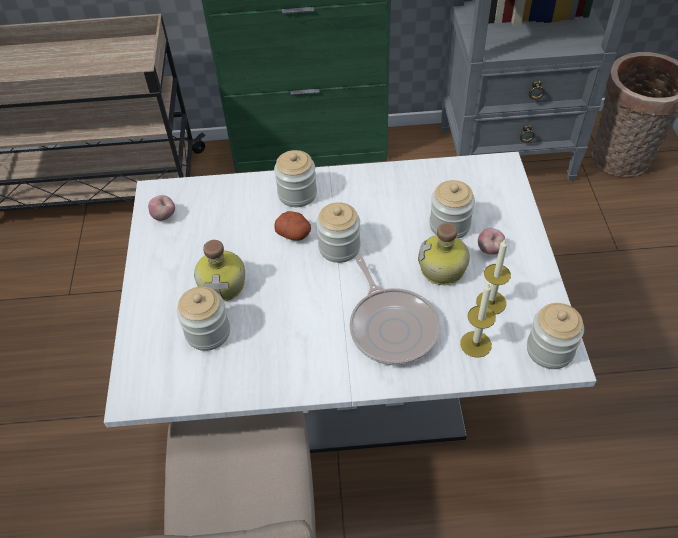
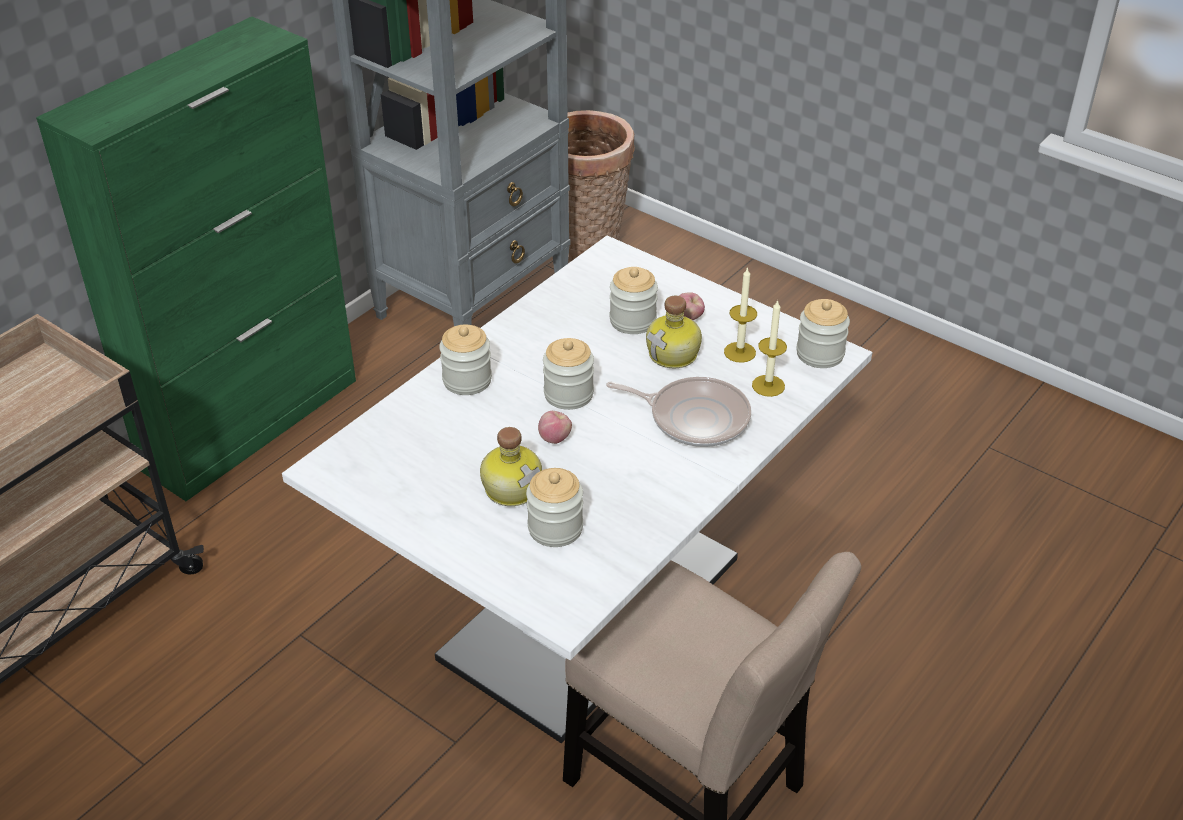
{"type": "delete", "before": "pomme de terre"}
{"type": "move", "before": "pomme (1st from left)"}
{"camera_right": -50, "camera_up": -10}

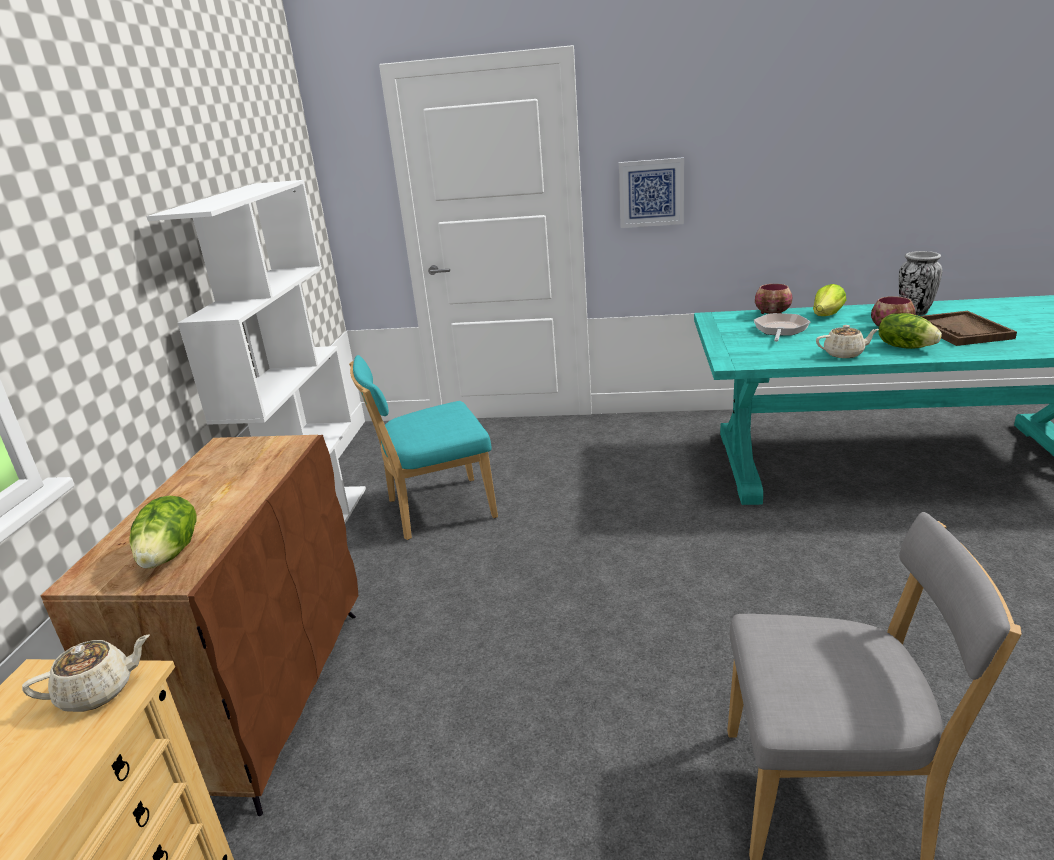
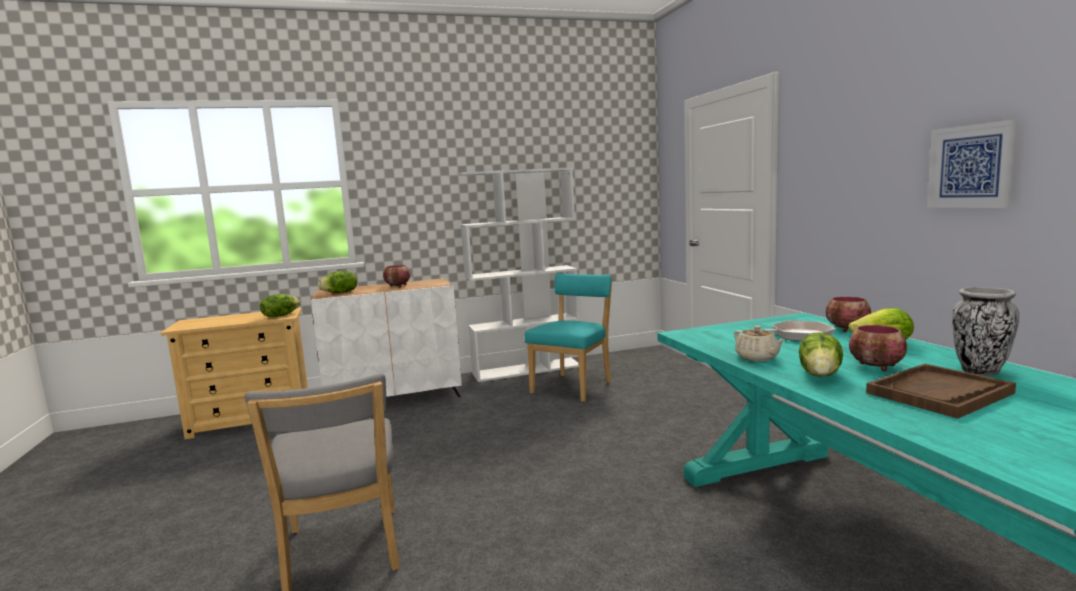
{"type": "insert", "after": "bol (1st from left)"}
{"type": "move", "before": "tableau"}
{"type": "replace", "before": "théière/beige (1st from left)", "after": "laitue (1st from left)"}
{"type": "recolor", "before": "meuble de rangement/marron", "after": "meuble de rangement/blanc"}
{"type": "rotate", "before": "chaise/turquoise", "turn": 75}
{"camera_right": 65, "camera_up": -15}

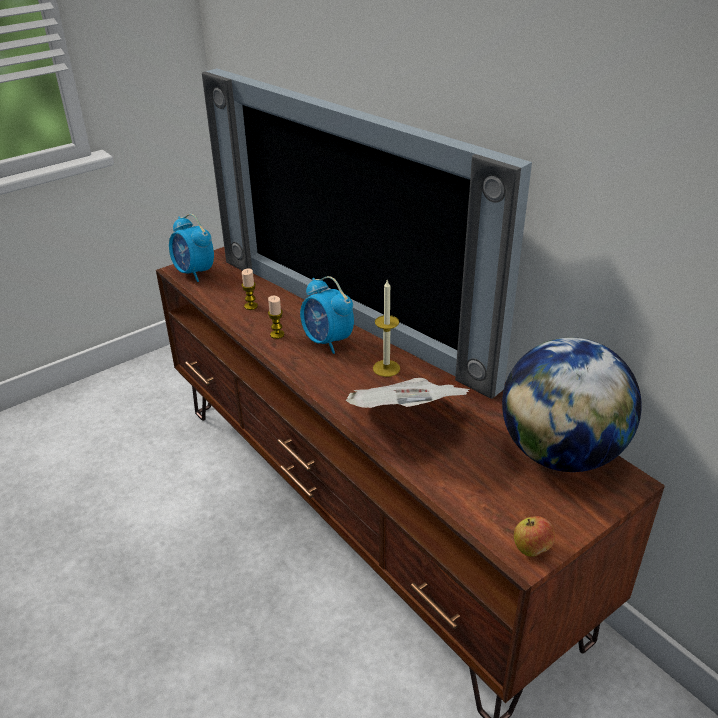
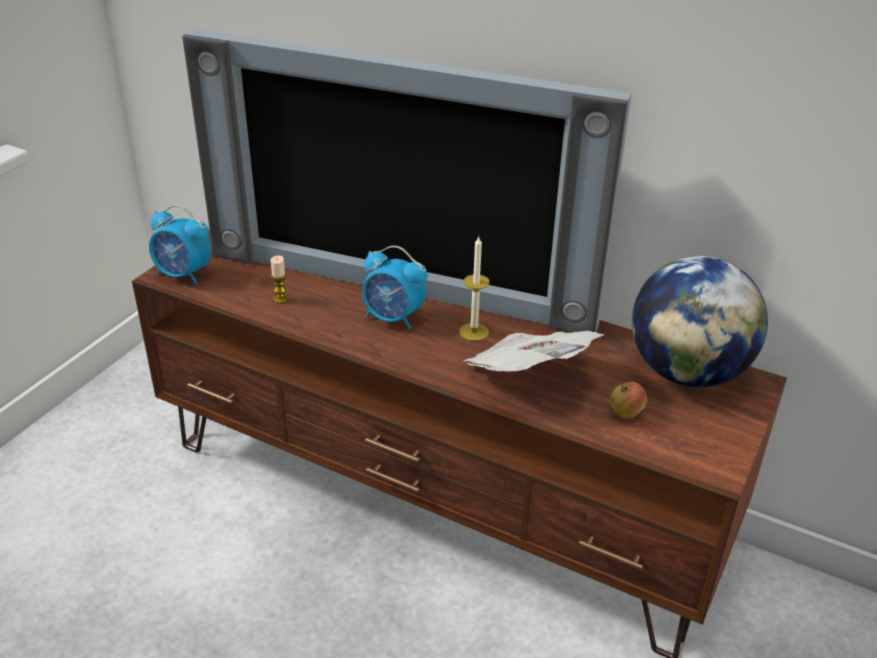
{"type": "delete", "before": "bougie (2nd from left)"}
{"type": "move", "before": "pomme"}
{"camera_right": -25, "camera_up": 0}

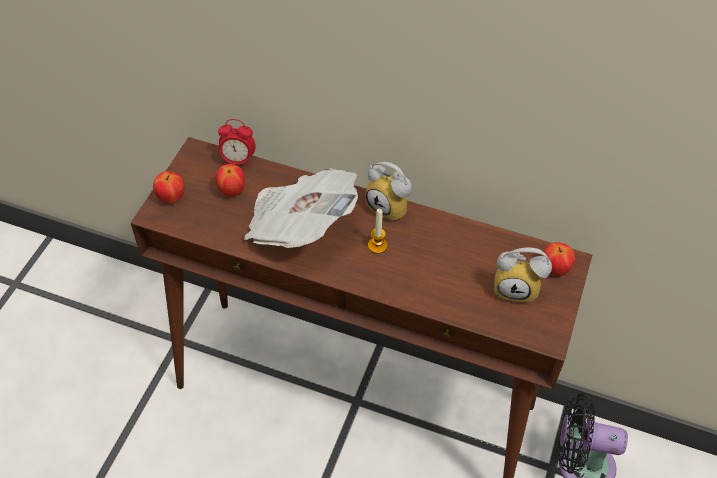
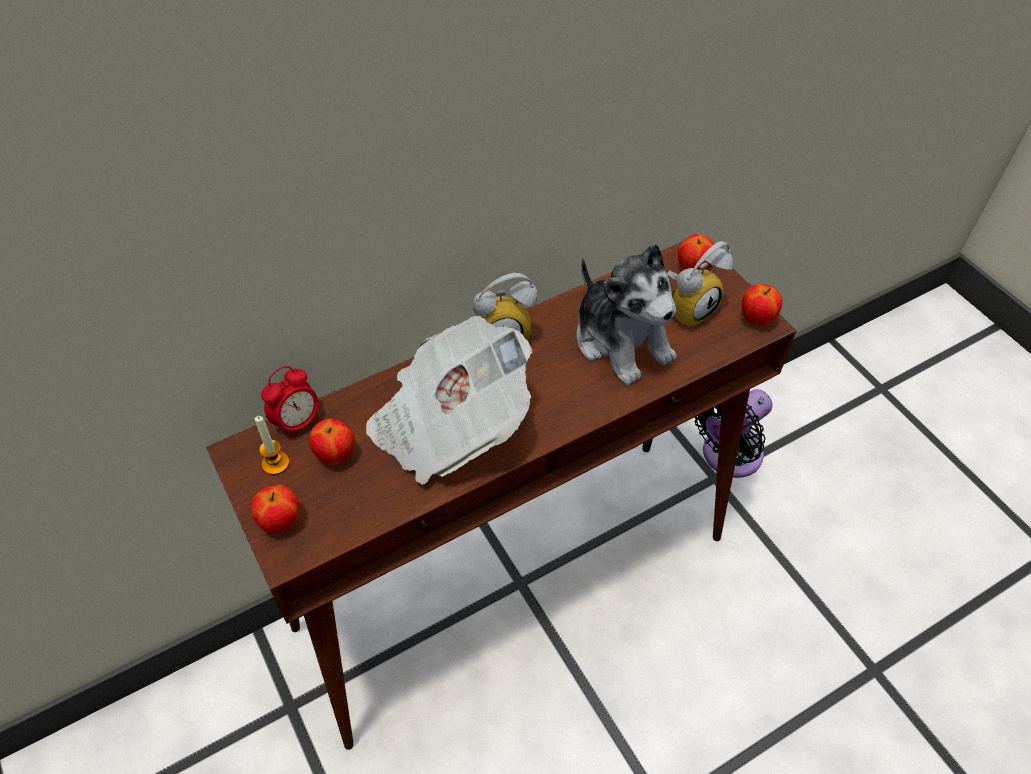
{"type": "insert", "after": "peluche"}
{"type": "insert", "after": "pomme (4th from left)"}
{"type": "move", "before": "bougie"}
{"camera_right": -50, "camera_up": 0}

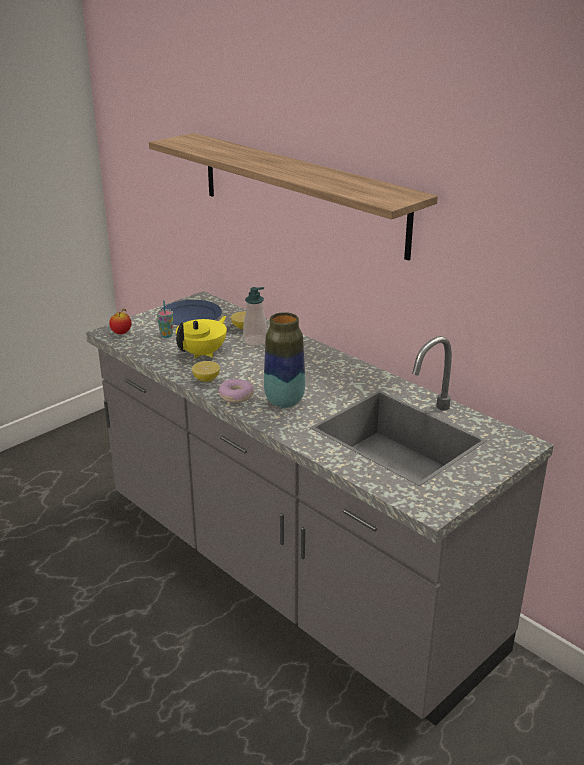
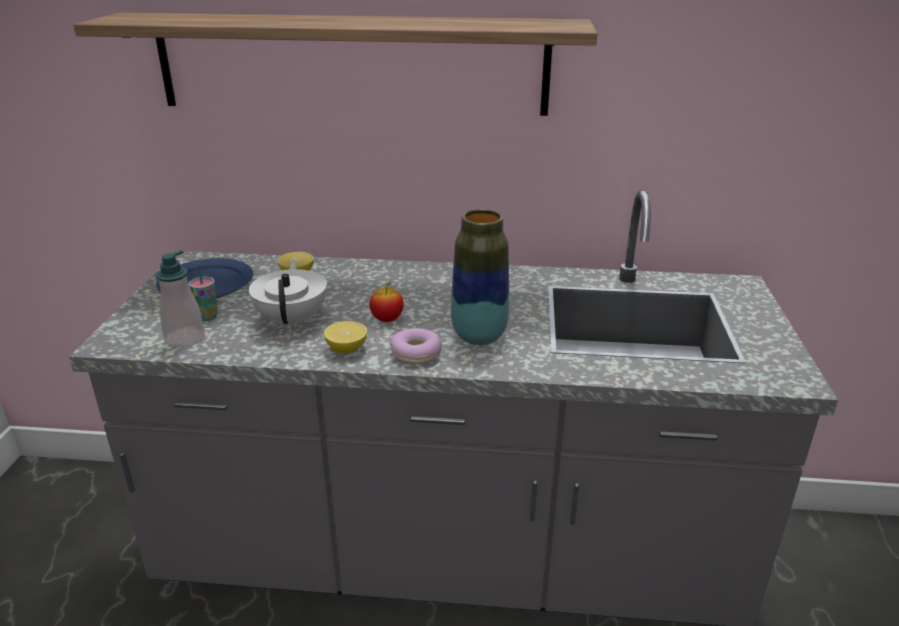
{"type": "move", "before": "pomme"}
{"type": "move", "before": "distributeur de savon"}
{"type": "recolor", "before": "théière/jaune", "after": "théière/blanc"}
{"camera_right": -40, "camera_up": 0}

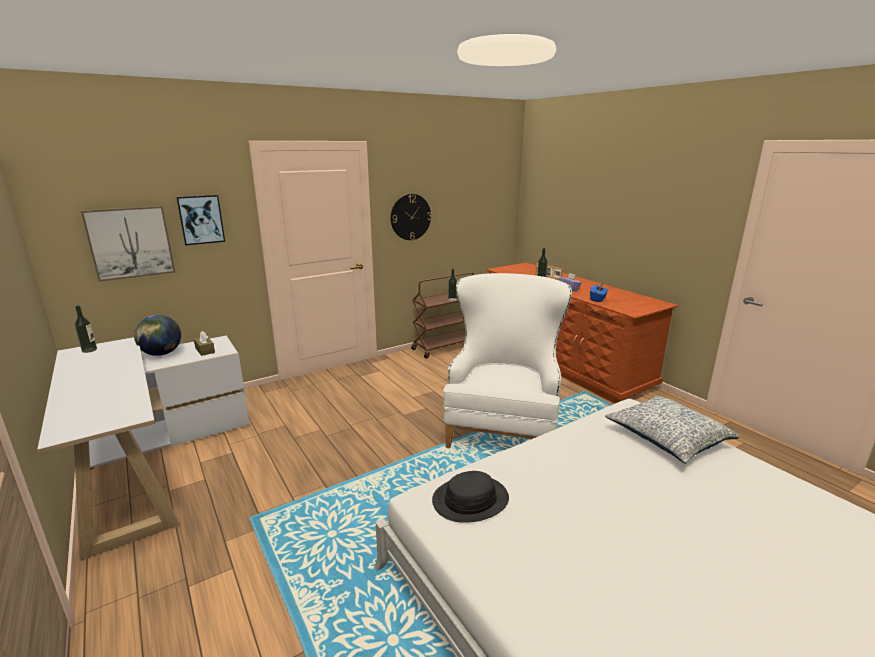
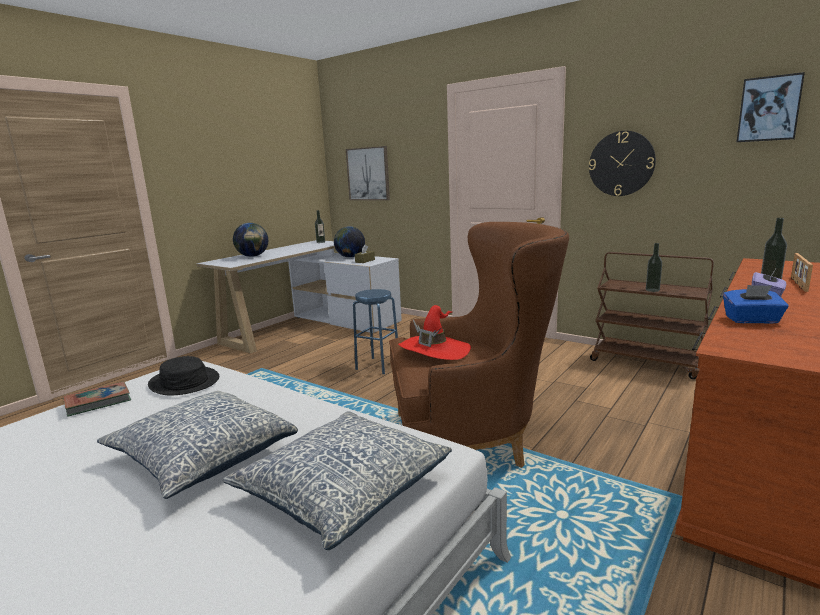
{"type": "insert", "after": "livre"}
{"type": "insert", "after": "coussin (1st from left)"}
{"type": "insert", "after": "globe (1st from left)"}
{"type": "insert", "after": "tabouret/bleu"}
{"type": "insert", "after": "chapeau/rouge"}
{"type": "move", "before": "tableau (2nd from left)"}
{"type": "recolor", "before": "fauteuil/blanc", "after": "fauteuil/marron"}
{"camera_right": 70, "camera_up": -5}

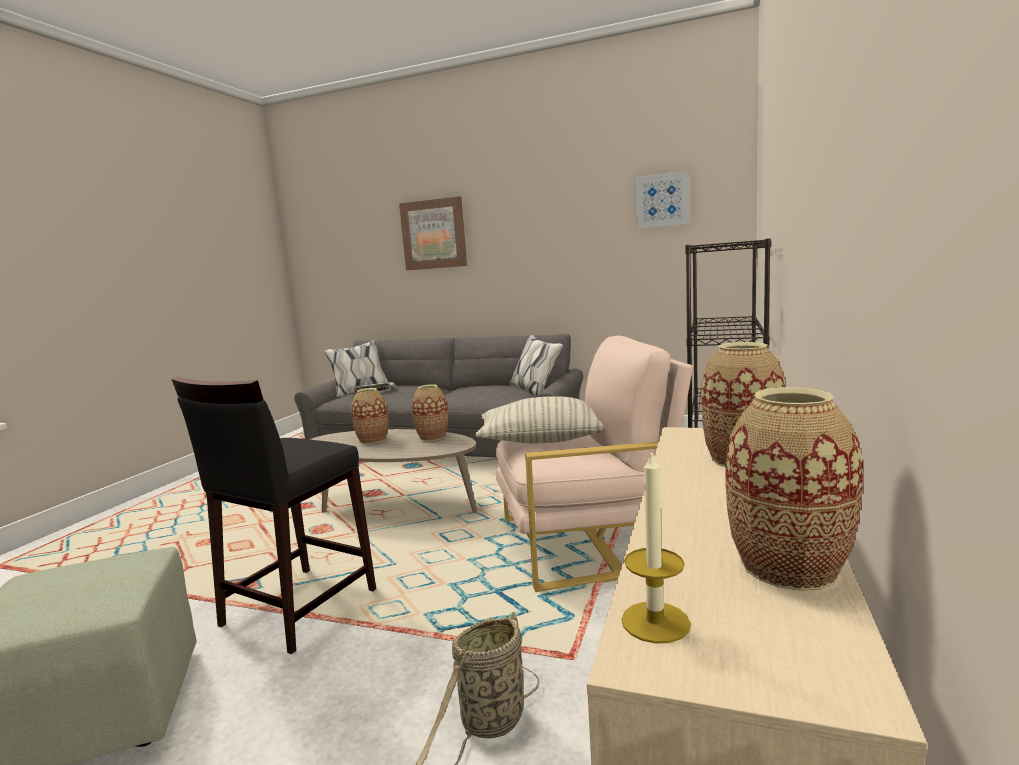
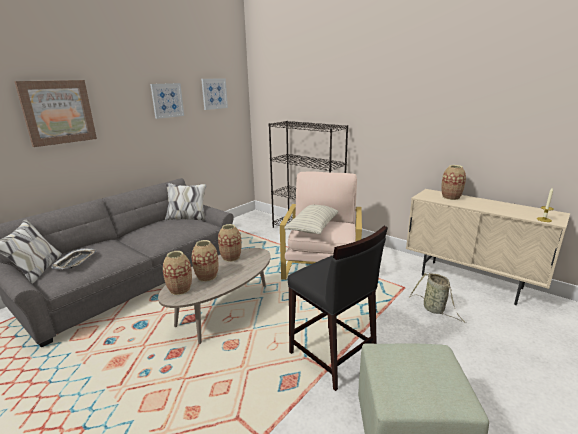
{"type": "insert", "after": "tableau (2nd from left)"}
{"type": "move", "before": "vase (4th from left in the first image)", "after": "vase (1st from left)"}
{"camera_right": -70, "camera_up": 10}

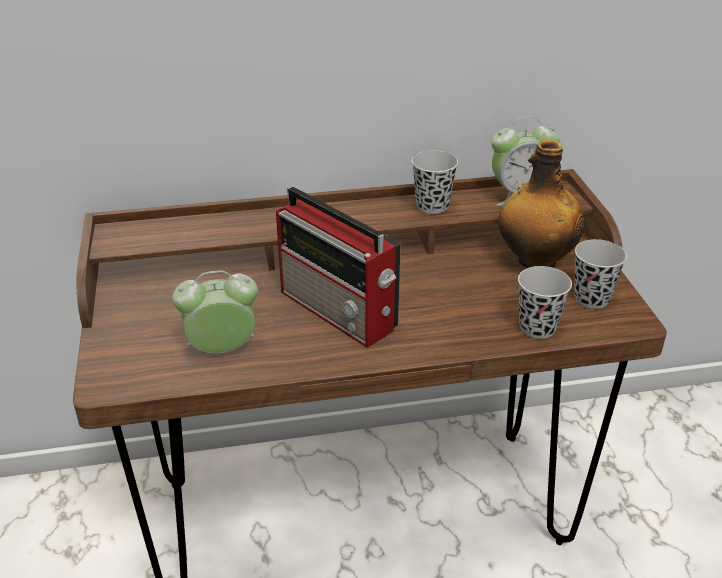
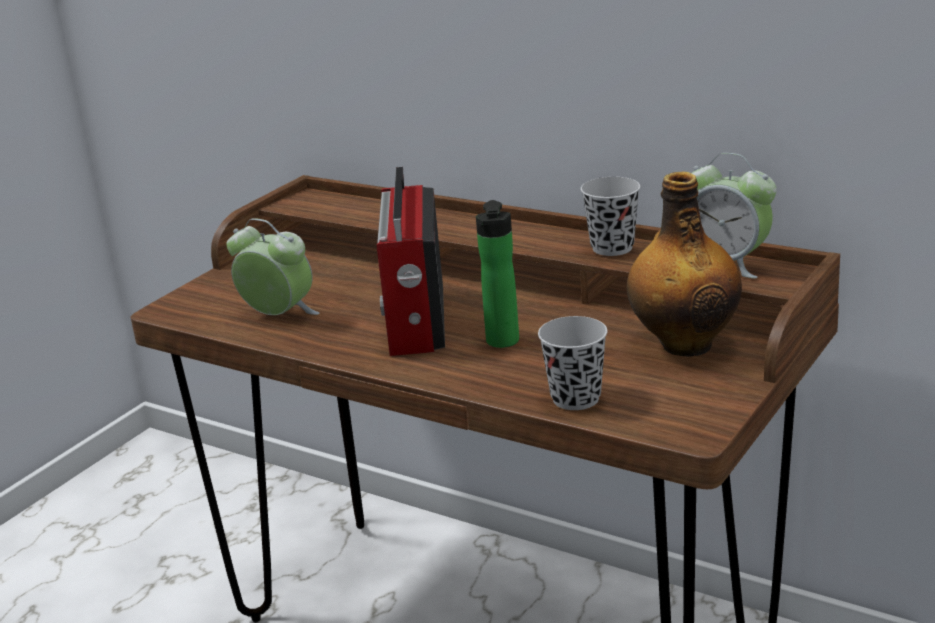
{"type": "delete", "before": "tasse/noir (3rd from left)"}
{"type": "insert", "after": "bouteille (1st from left)"}
{"camera_right": 45, "camera_up": -10}

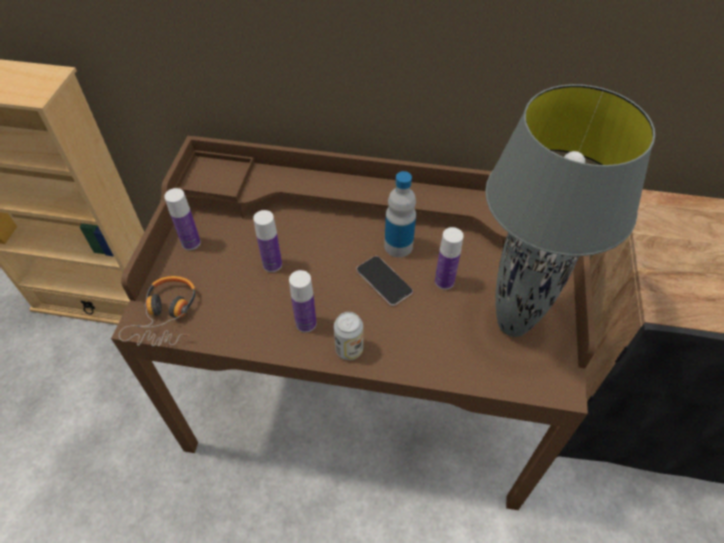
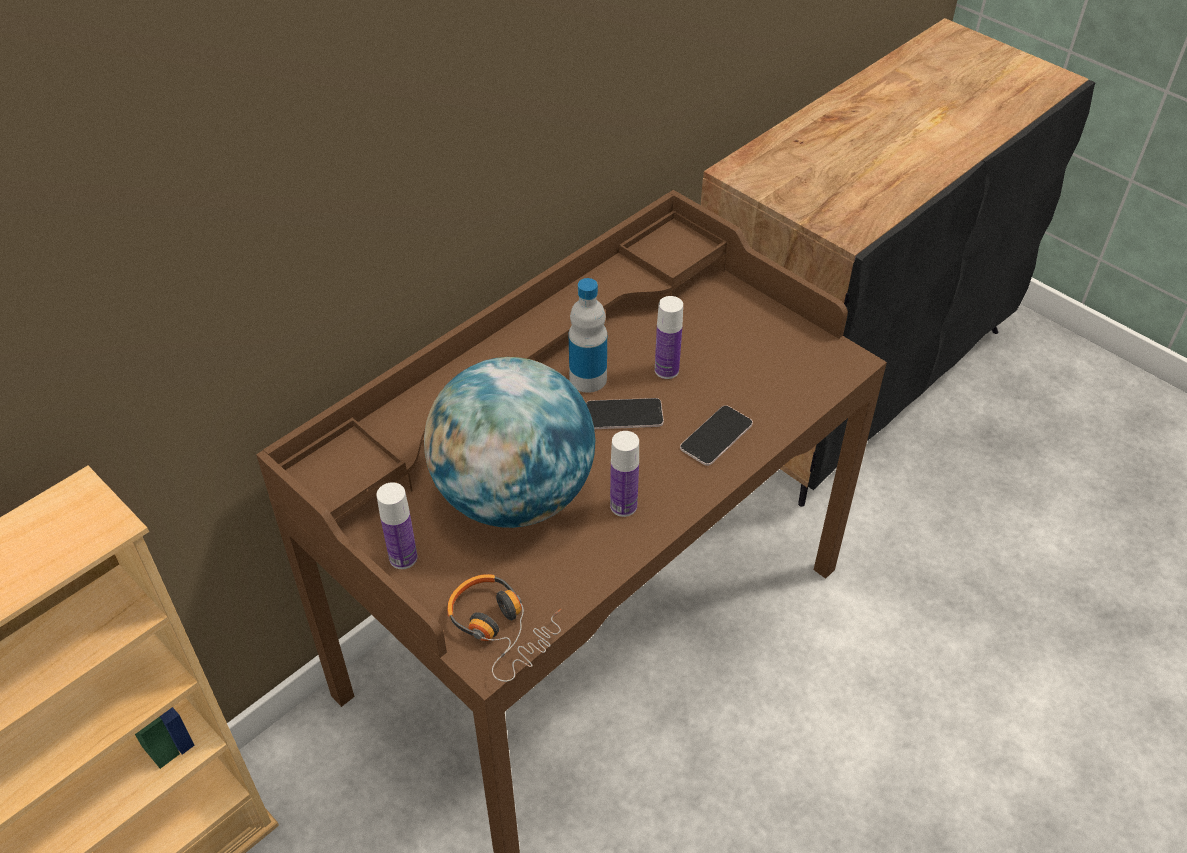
{"type": "delete", "before": "boîte métallique"}
{"type": "delete", "before": "lampe de table/gris"}
{"type": "insert", "after": "téléphone (2nd from left)"}
{"type": "replace", "before": "bouteille (2nd from left)", "after": "globe"}
{"camera_right": -55, "camera_up": -5}

